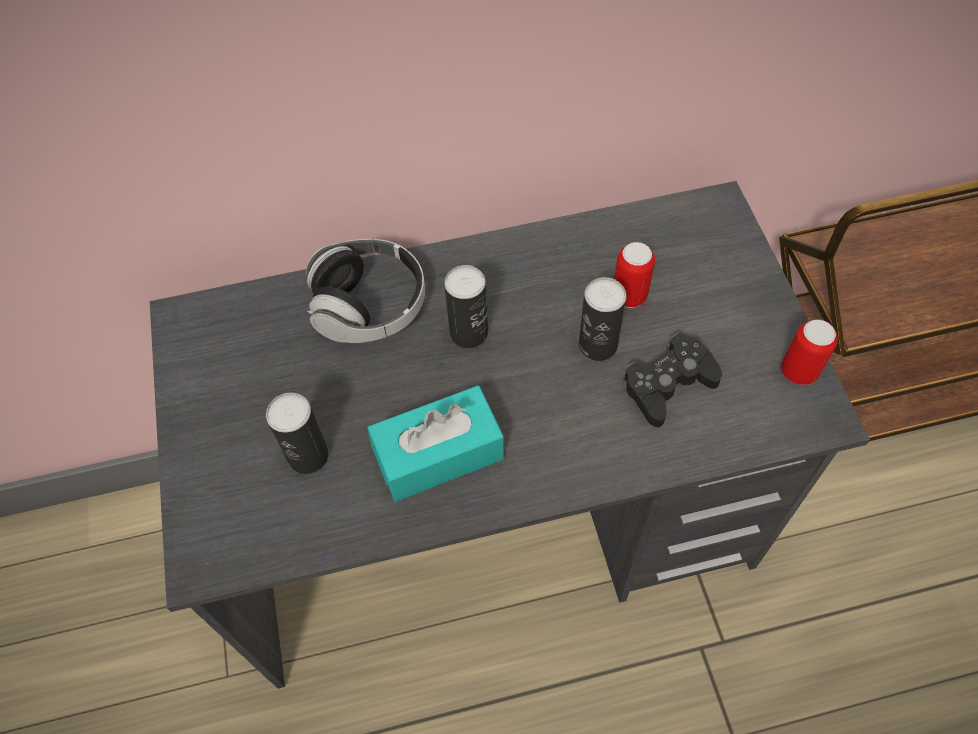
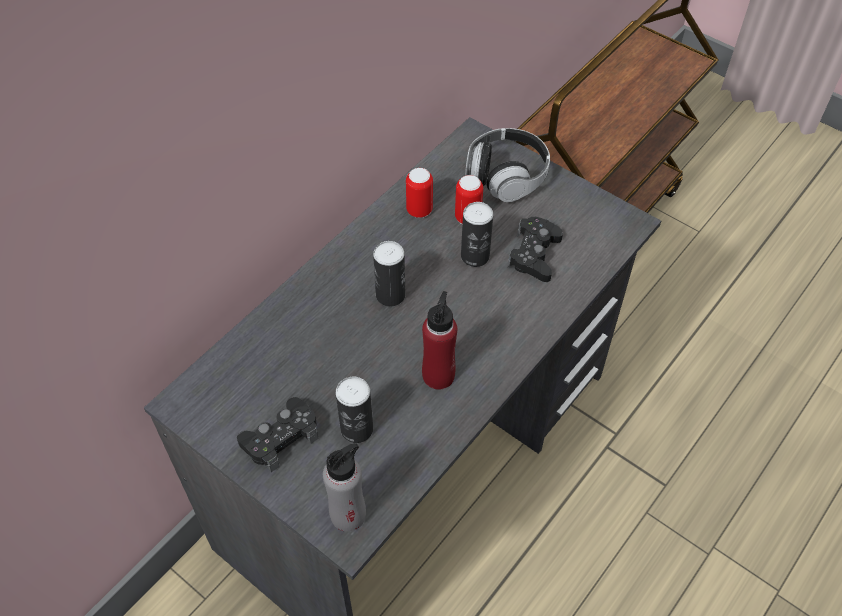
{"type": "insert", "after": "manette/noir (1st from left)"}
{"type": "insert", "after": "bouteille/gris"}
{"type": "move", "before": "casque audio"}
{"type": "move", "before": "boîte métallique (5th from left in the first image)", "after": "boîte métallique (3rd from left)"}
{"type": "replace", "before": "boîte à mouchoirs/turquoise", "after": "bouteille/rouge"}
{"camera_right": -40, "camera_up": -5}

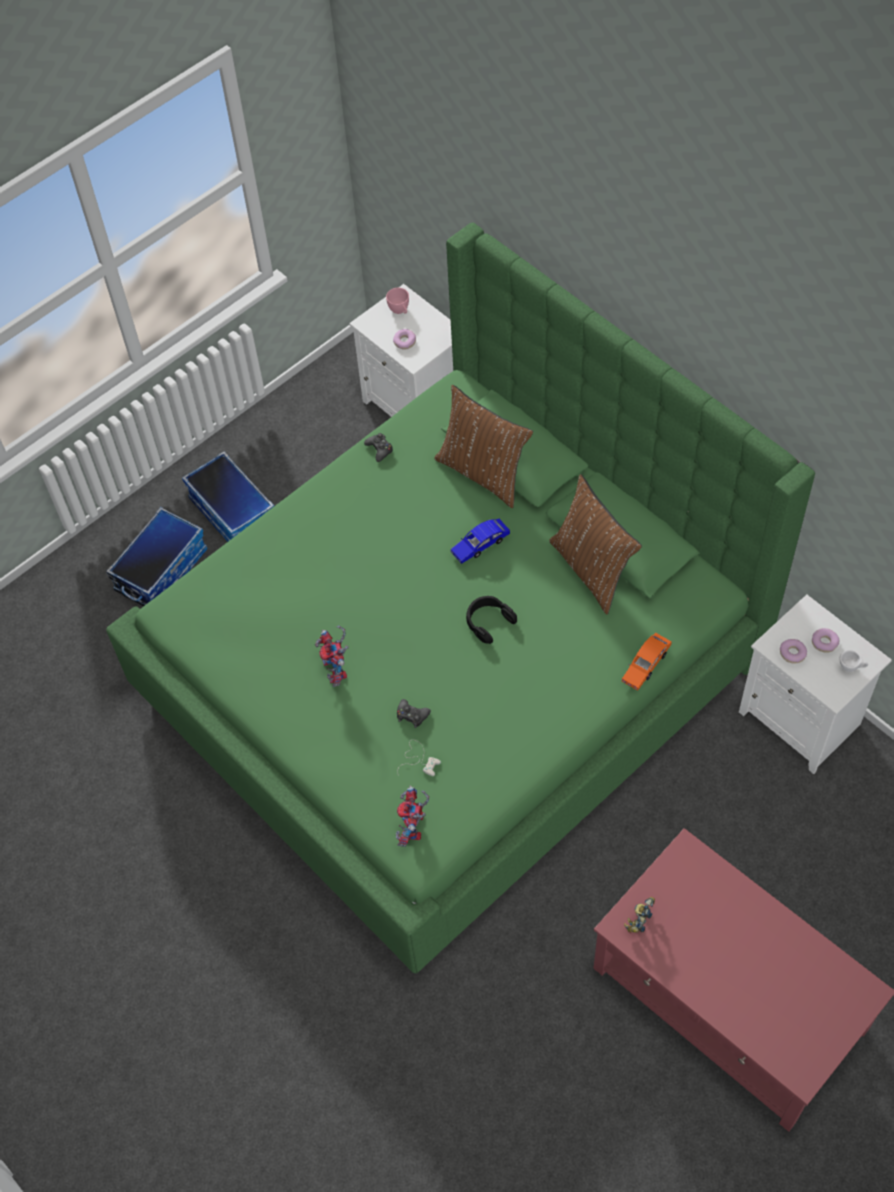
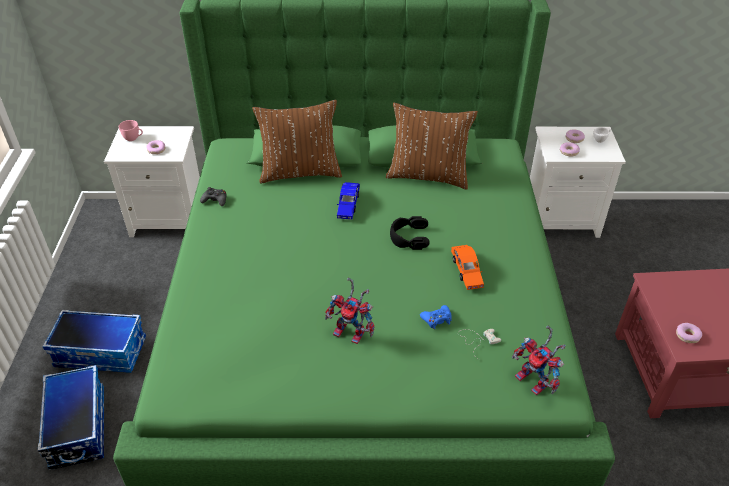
{"type": "move", "before": "petite voiture/orange"}
{"type": "replace", "before": "robot jouet (3rd from left)", "after": "beignet (4th from left)"}
{"type": "recolor", "before": "manette/noir (2nd from left)", "after": "manette/bleu"}
{"camera_right": -50, "camera_up": -15}

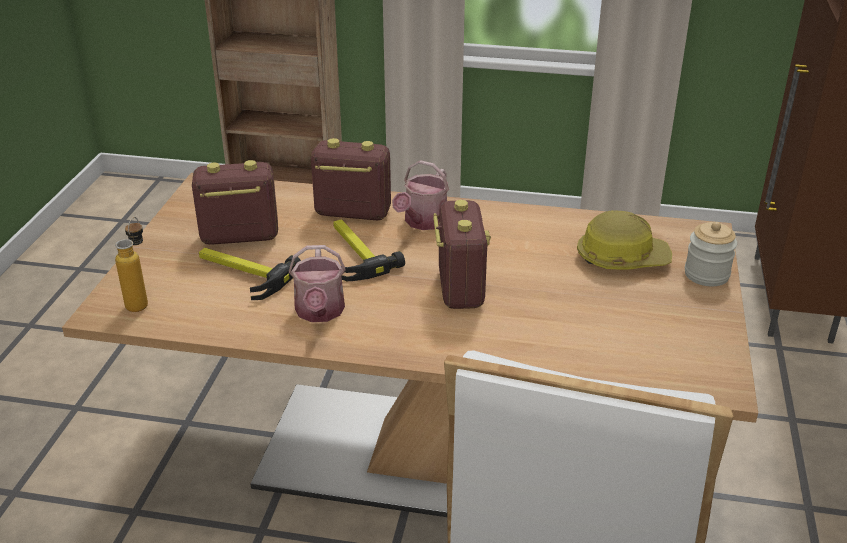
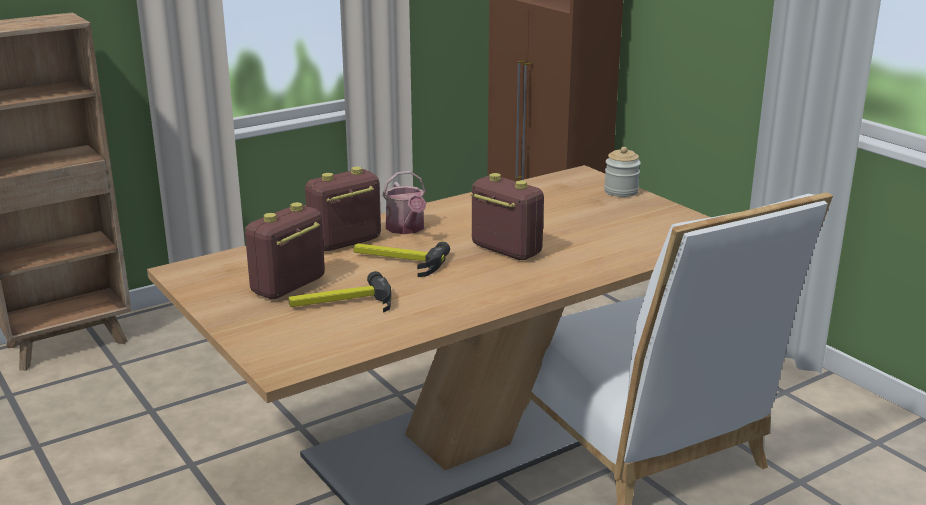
{"type": "delete", "before": "bouteille"}
{"type": "delete", "before": "arrosoir (1st from left)"}
{"type": "delete", "before": "casque de chantier"}
{"camera_right": -45, "camera_up": -10}

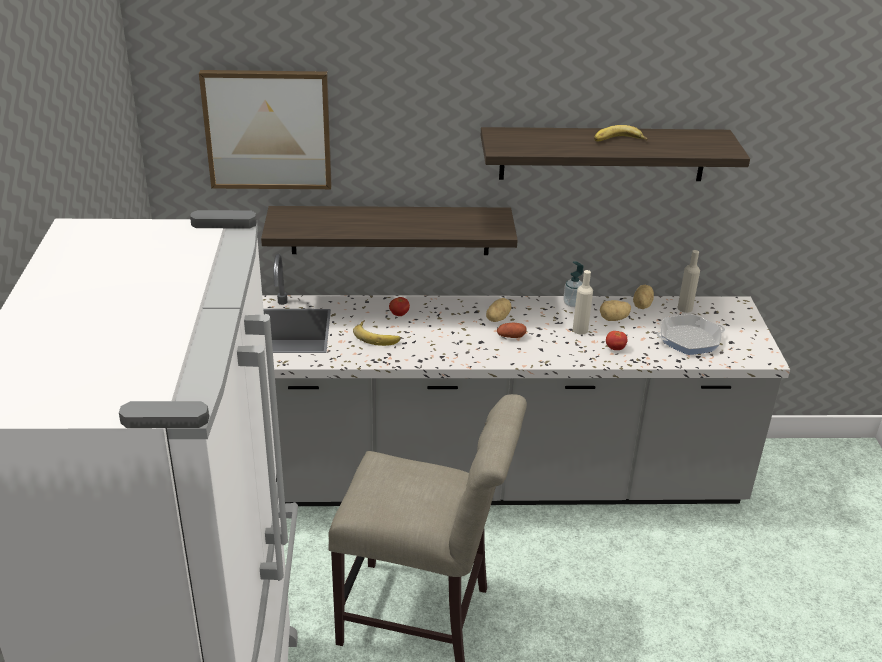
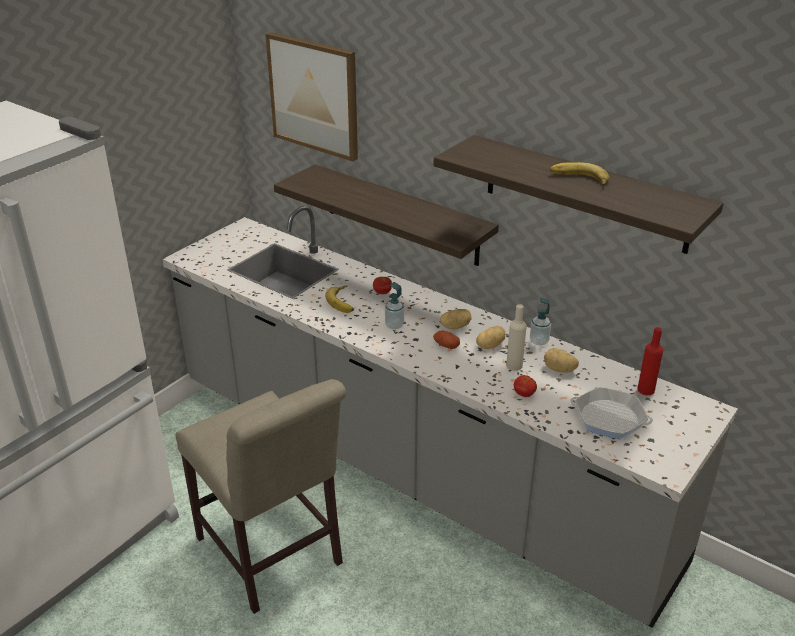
{"type": "insert", "after": "distributeur de savon (1st from left)"}
{"type": "move", "before": "pomme de terre (4th from left in the first image)", "after": "pomme de terre (3rd from left)"}
{"type": "recolor", "before": "bouteille/beige (2nd from left)", "after": "bouteille/rouge"}
{"camera_right": 40, "camera_up": 0}

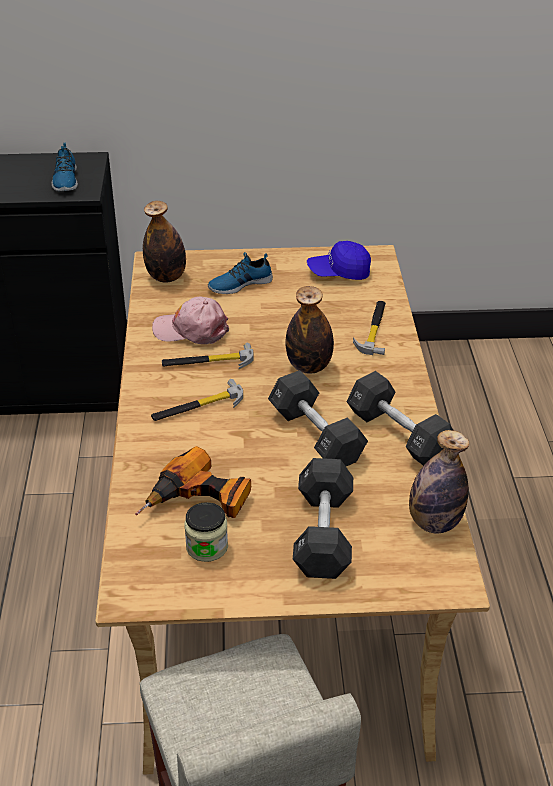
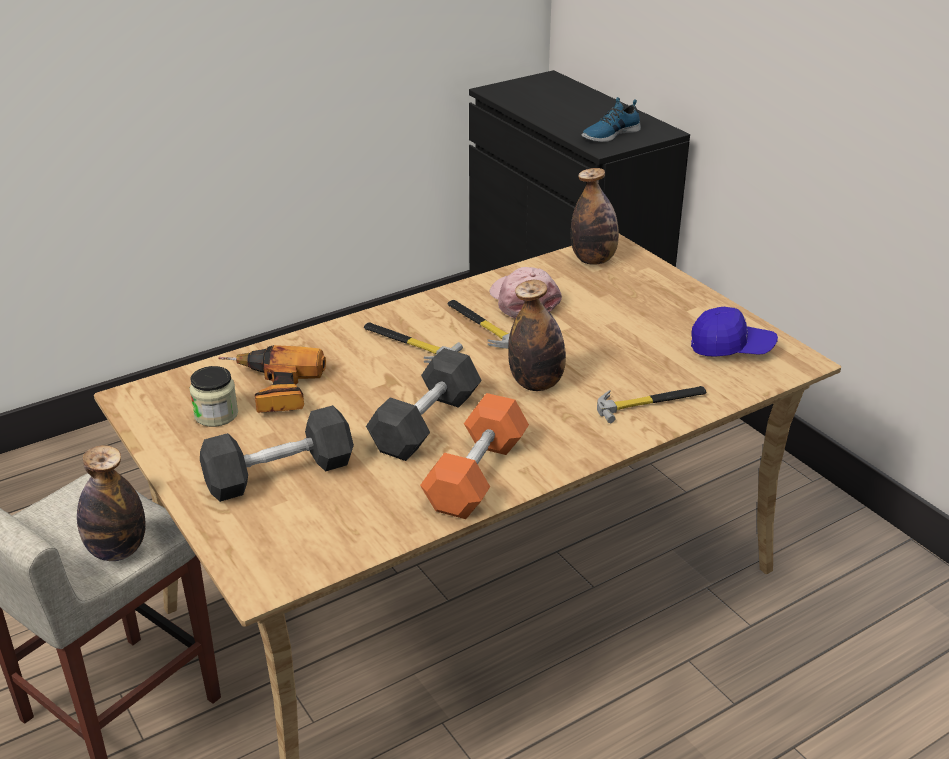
{"type": "delete", "before": "chaussure (2nd from left)"}
{"type": "move", "before": "bouteille (3rd from left in the first image)", "after": "bouteille (1st from left)"}
{"type": "recolor", "before": "haltère/noir (3rd from left)", "after": "haltère/orange"}
{"type": "rotate", "before": "casquette/bleu", "turn": 135}
{"camera_right": 60, "camera_up": -5}

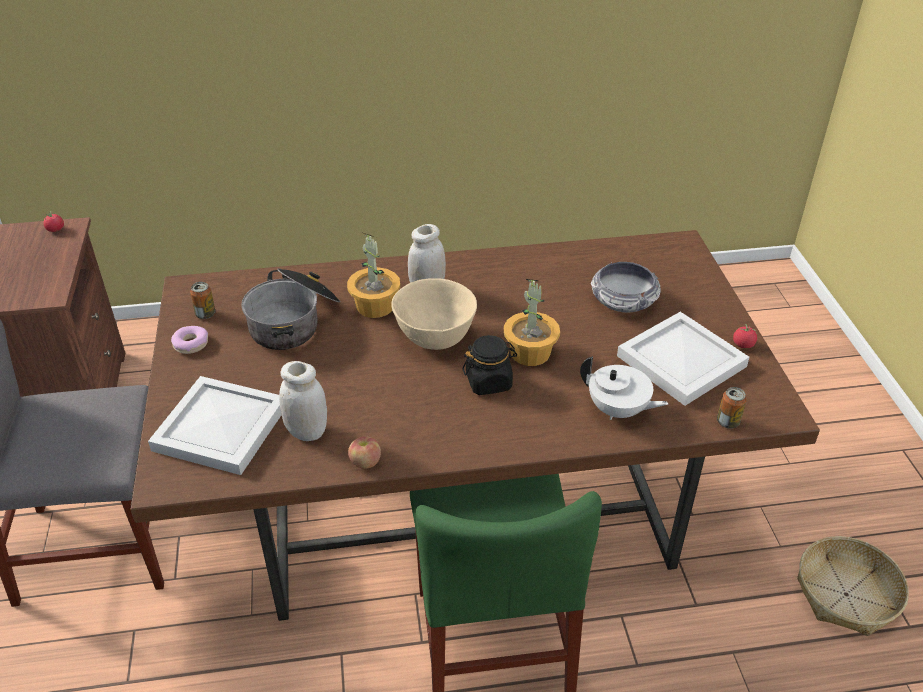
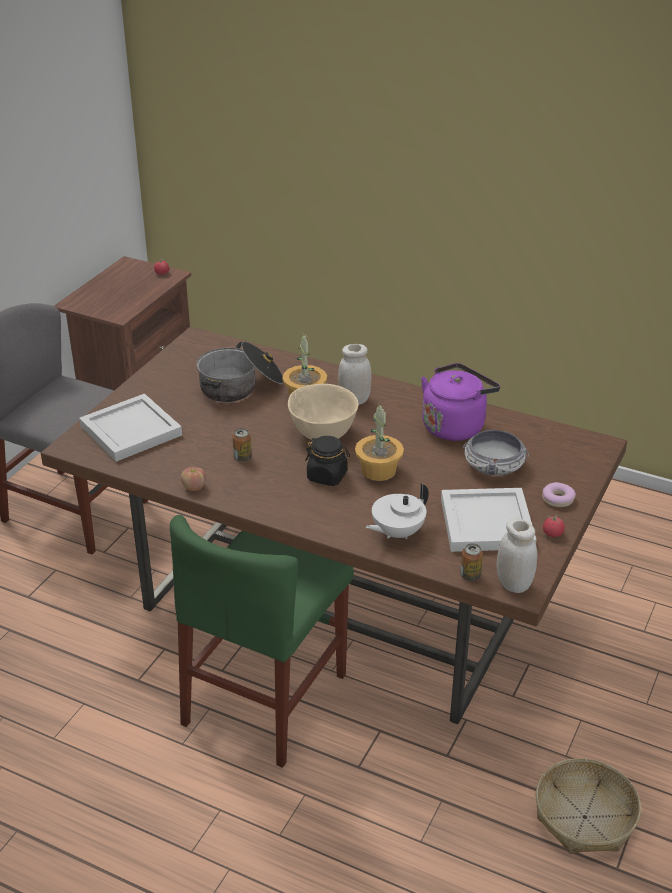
{"type": "insert", "after": "bouilloire/violet"}
{"type": "move", "before": "beignet"}
{"type": "move", "before": "boîte métallique (1st from left)"}
{"type": "move", "before": "bocal/blanc (1st from left in the first image)", "after": "bocal/blanc (2nd from left)"}
{"type": "rotate", "before": "théière/blanc", "turn": 75}
{"camera_right": 35, "camera_up": -5}

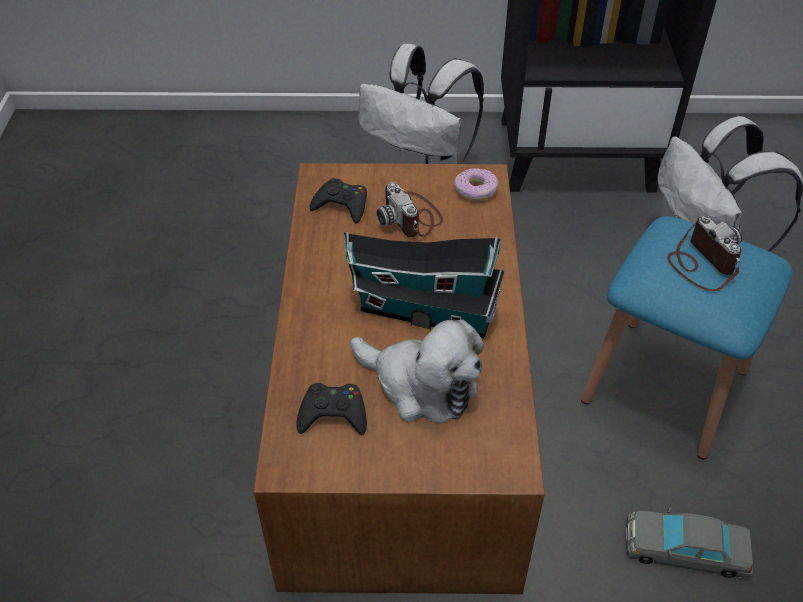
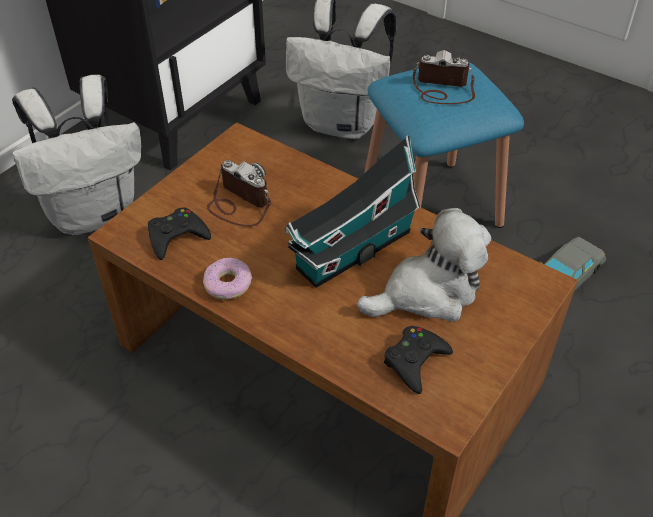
{"type": "move", "before": "beignet"}
{"type": "rotate", "before": "appareil photo (1st from left)", "turn": -150}
{"camera_right": -55, "camera_up": 0}

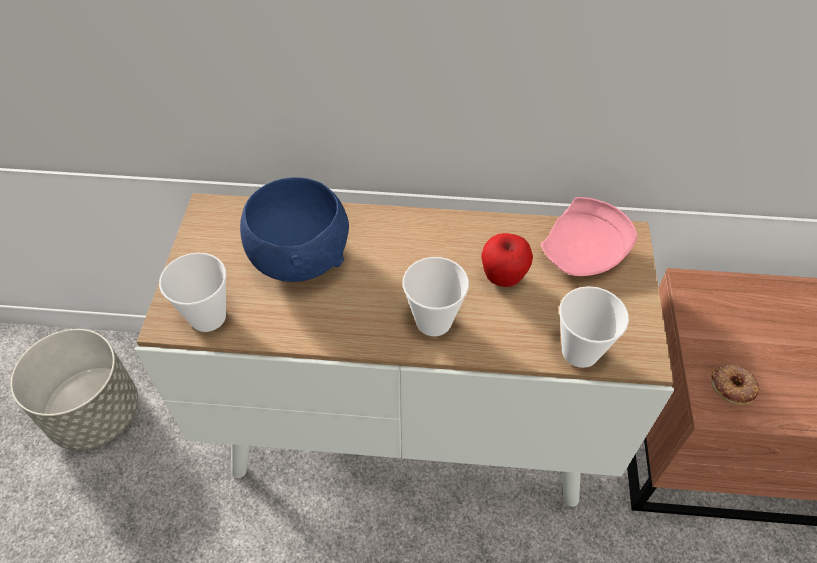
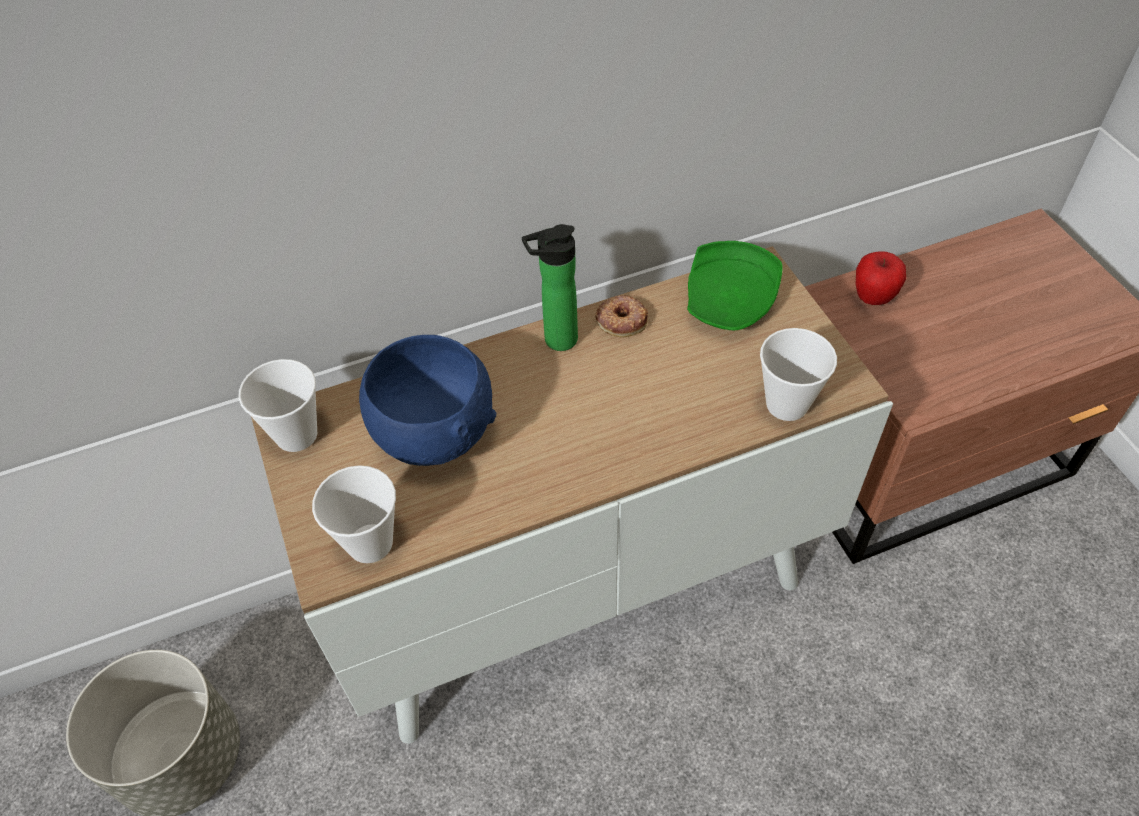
{"type": "insert", "after": "bouteille"}
{"type": "move", "before": "tasse (2nd from left in the first image)", "after": "tasse (1st from left)"}
{"type": "move", "before": "pomme"}
{"type": "move", "before": "beignet"}
{"type": "recolor", "before": "assiette/rose", "after": "assiette/vert"}
{"camera_right": -25, "camera_up": 0}

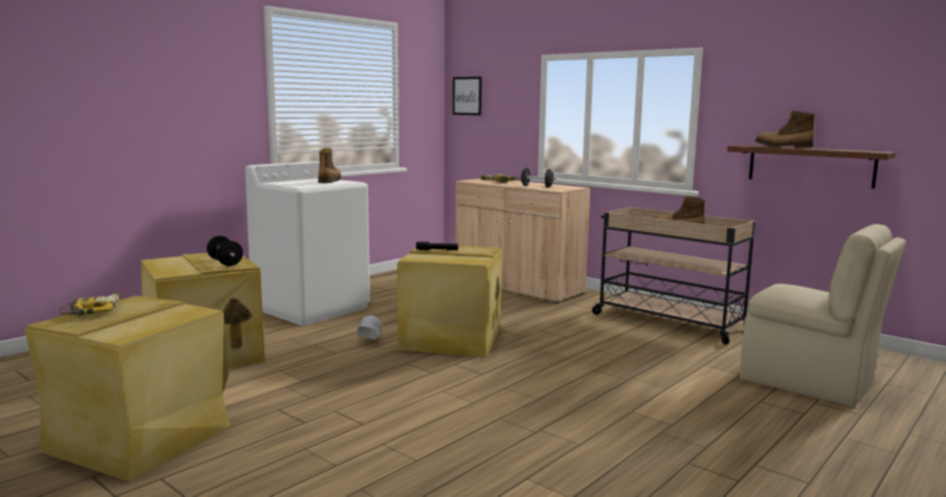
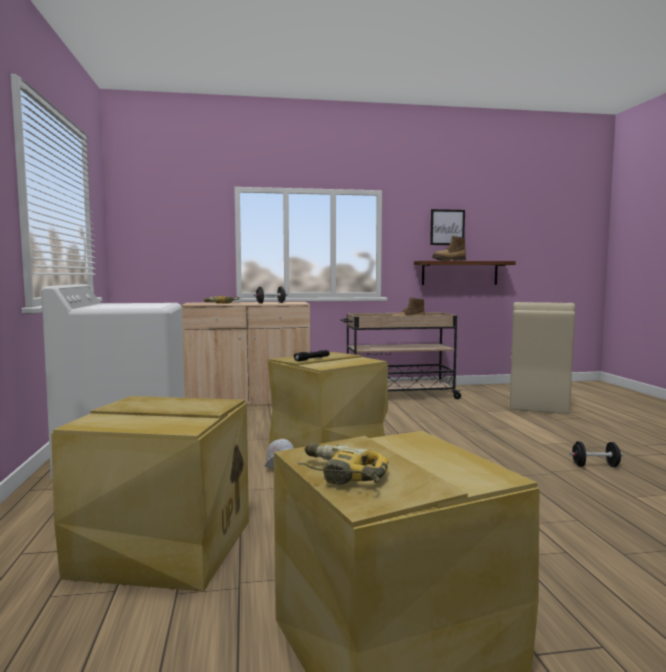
{"type": "delete", "before": "botte (1st from left)"}
{"type": "move", "before": "haltère/noir (1st from left in the first image)", "after": "haltère/noir (2nd from left)"}
{"type": "move", "before": "tableau"}
{"type": "rotate", "before": "chaise/beige", "turn": 120}
{"camera_right": -50, "camera_up": -5}

